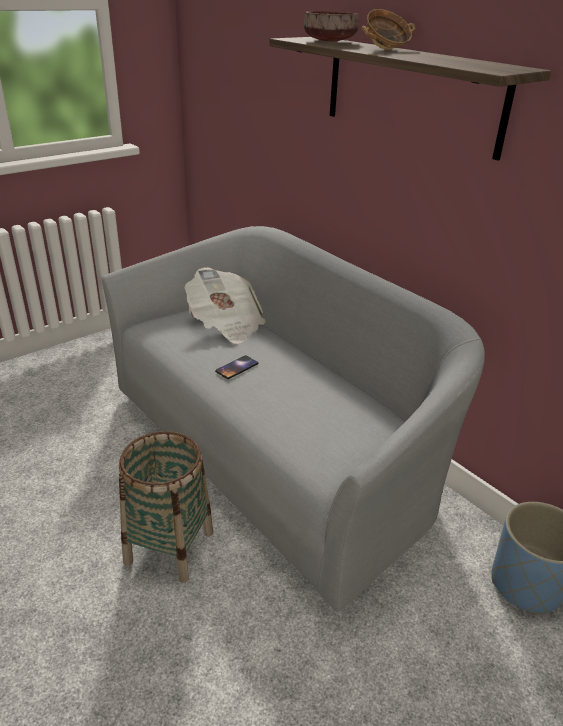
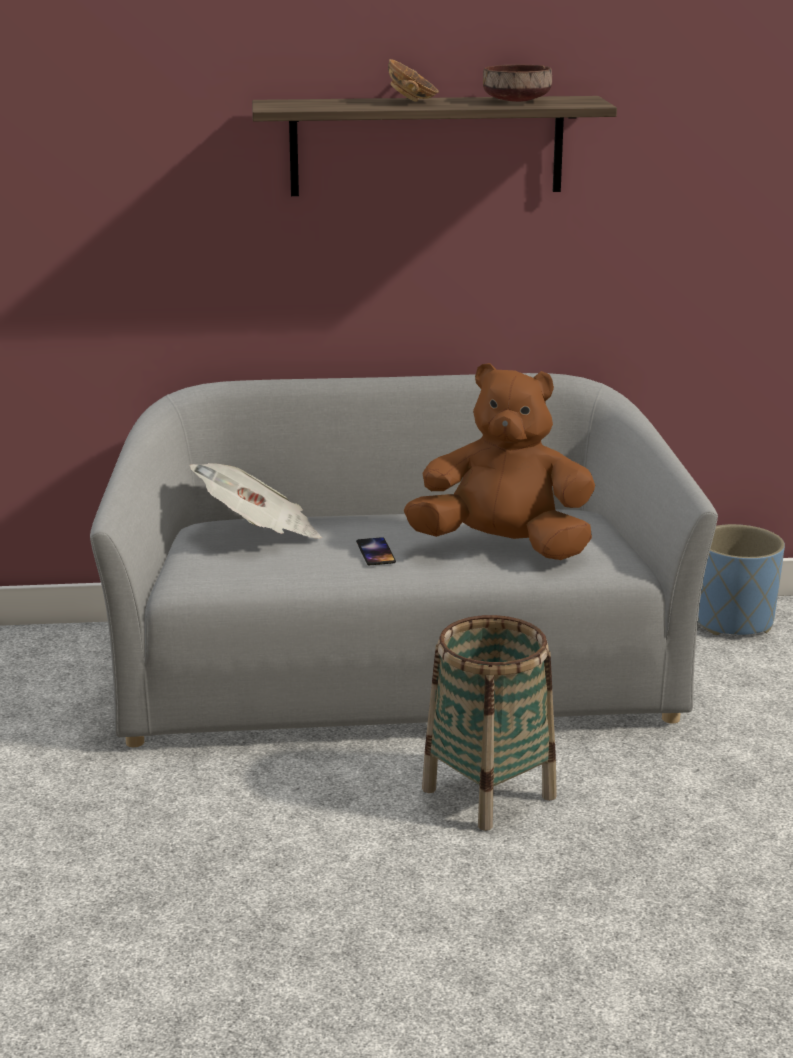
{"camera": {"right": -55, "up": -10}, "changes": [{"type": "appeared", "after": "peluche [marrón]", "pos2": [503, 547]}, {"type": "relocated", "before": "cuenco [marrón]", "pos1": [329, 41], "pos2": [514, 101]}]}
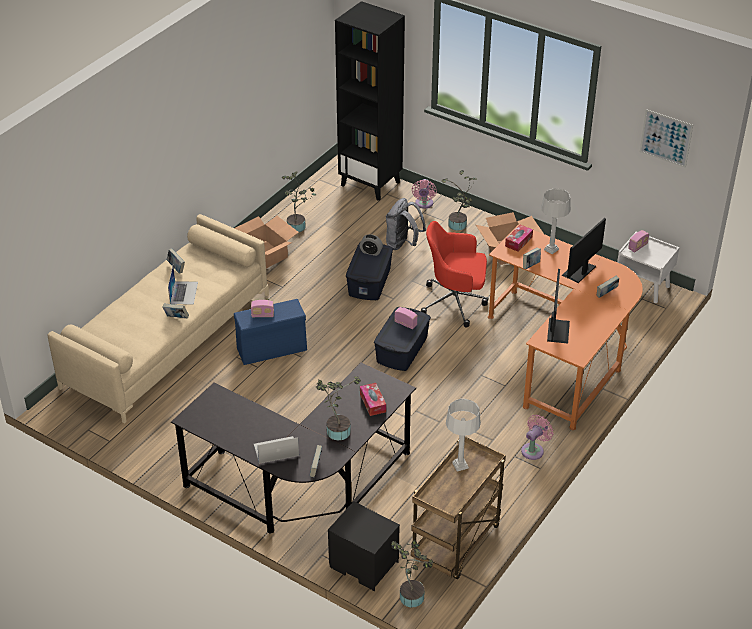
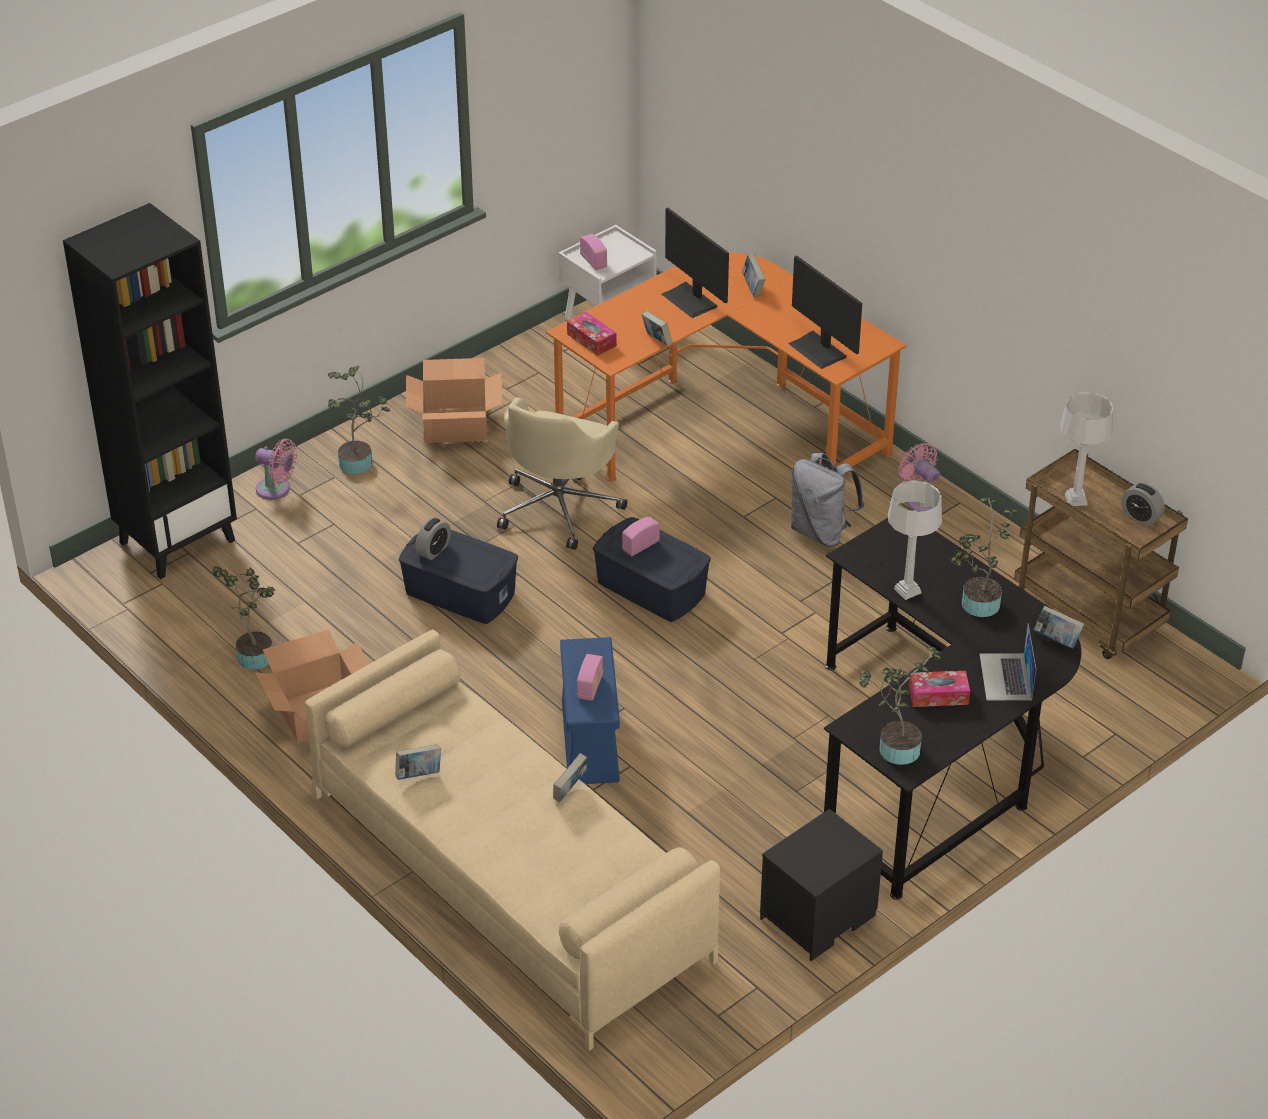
{"camera": {"right": -75, "up": 0}, "changes": [{"type": "colour", "before": "silla de oficina [rojo]", "after": "silla de oficina [beis]", "pos1": [455, 302], "pos2": [559, 507]}, {"type": "relocated", "before": "mesita de noche [negro]", "pos1": [362, 565], "pos2": [818, 919]}, {"type": "spun", "before": "monitor", "pos1": [557, 330], "pos2": [818, 350], "turn": -150}, {"type": "relocated", "before": "mochila [gris]", "pos1": [403, 244], "pos2": [821, 532]}, {"type": "relocated", "before": "planta en maceta", "pos1": [412, 594], "pos2": [894, 749]}, {"type": "relocated", "before": "lámpara de mesa [gris]", "pos1": [551, 249], "pos2": [908, 590]}, {"type": "relocated", "before": "caja de pañuelos", "pos1": [373, 403], "pos2": [938, 695]}, {"type": "appeared", "after": "despertador", "pos2": [1140, 517]}, {"type": "missing", "before": "portátil", "pos1": [184, 292]}, {"type": "missing", "before": "cuadro", "pos1": [666, 138]}]}
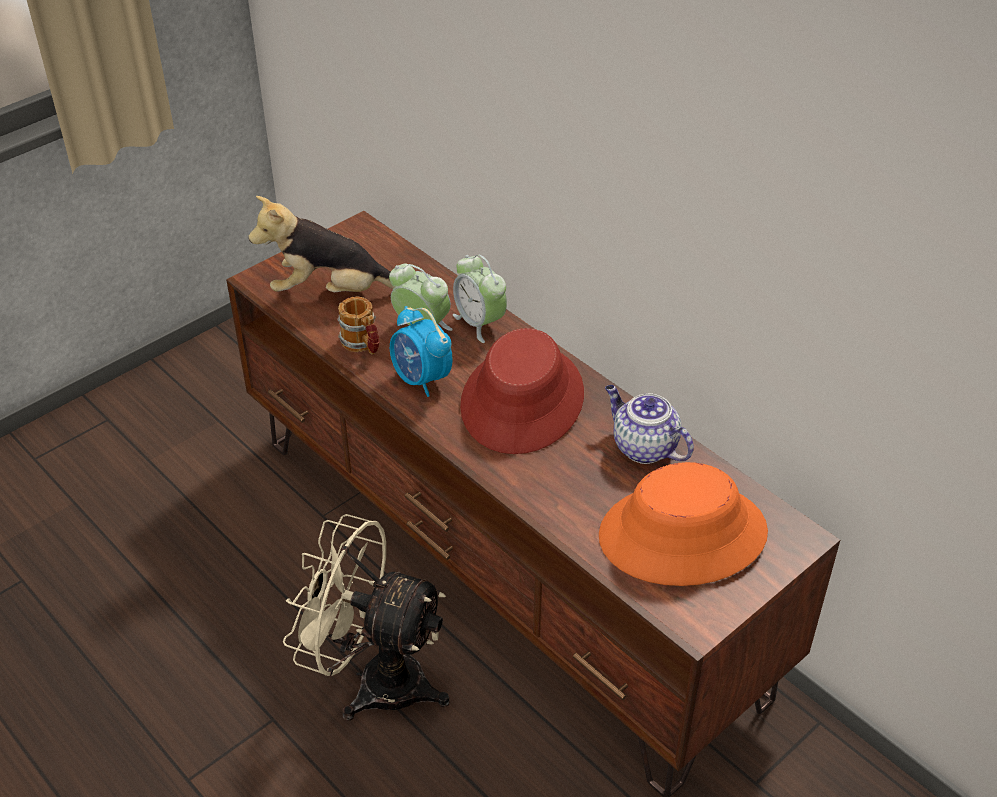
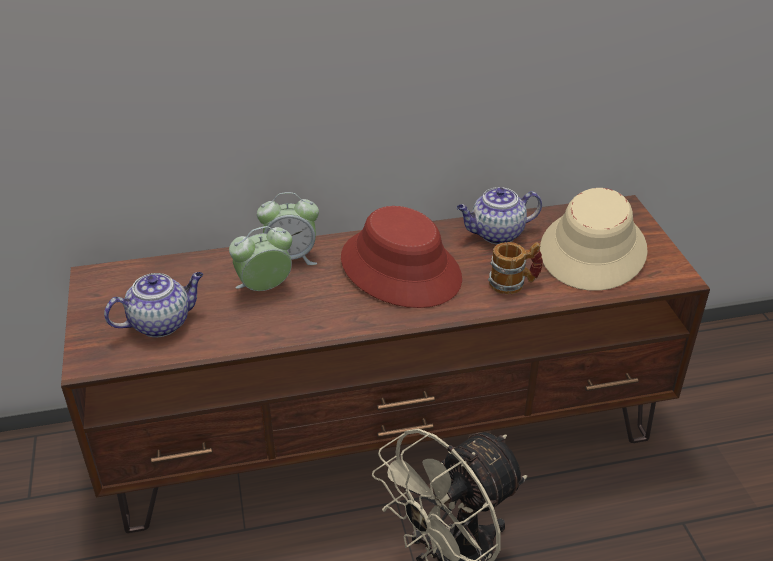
{"camera": {"right": -60, "up": -5}, "changes": [{"type": "exchanged", "before": "peluche", "after": "tetera", "pos1": [331, 292], "pos2": [161, 323]}, {"type": "relocated", "before": "taza grande", "pos1": [363, 345], "pos2": [513, 283]}, {"type": "colour", "before": "sombrero [naranja]", "after": "sombrero [beis]", "pos1": [682, 535], "pos2": [593, 251]}, {"type": "missing", "before": "despertador", "pos1": [421, 379]}]}
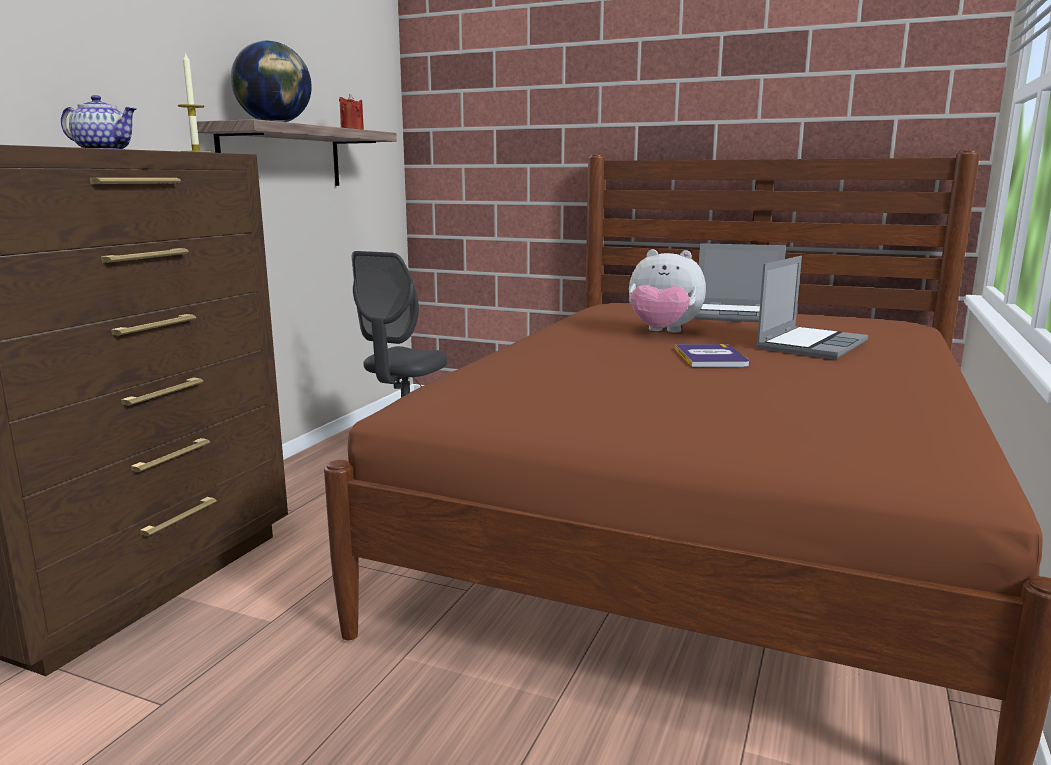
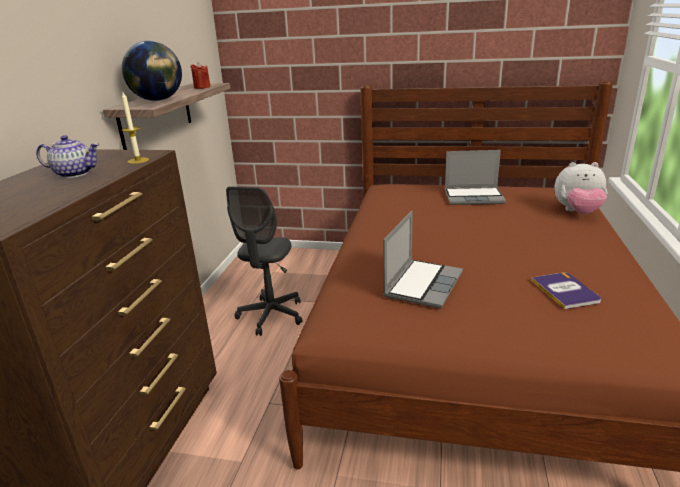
{"camera": {"right": -10, "up": 10}, "changes": [{"type": "relocated", "before": "portátil", "pos1": [810, 345], "pos2": [422, 284]}, {"type": "relocated", "before": "libro", "pos1": [710, 357], "pos2": [565, 291]}, {"type": "relocated", "before": "peluche", "pos1": [662, 332], "pos2": [577, 212]}]}
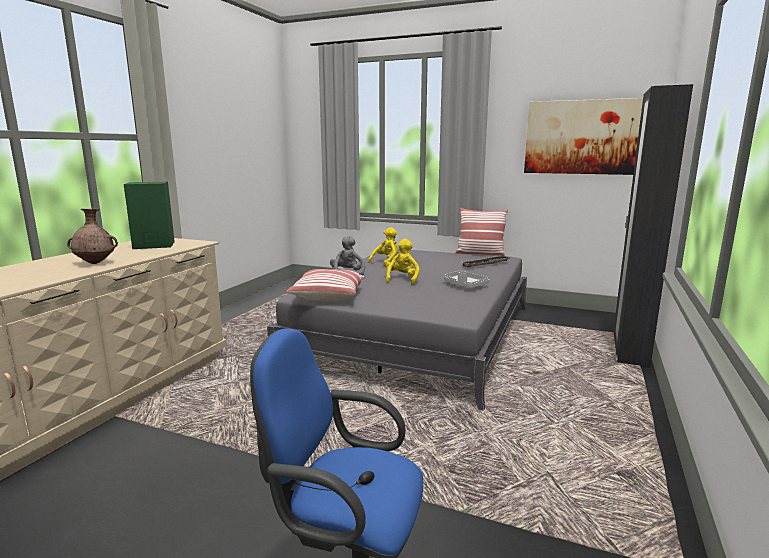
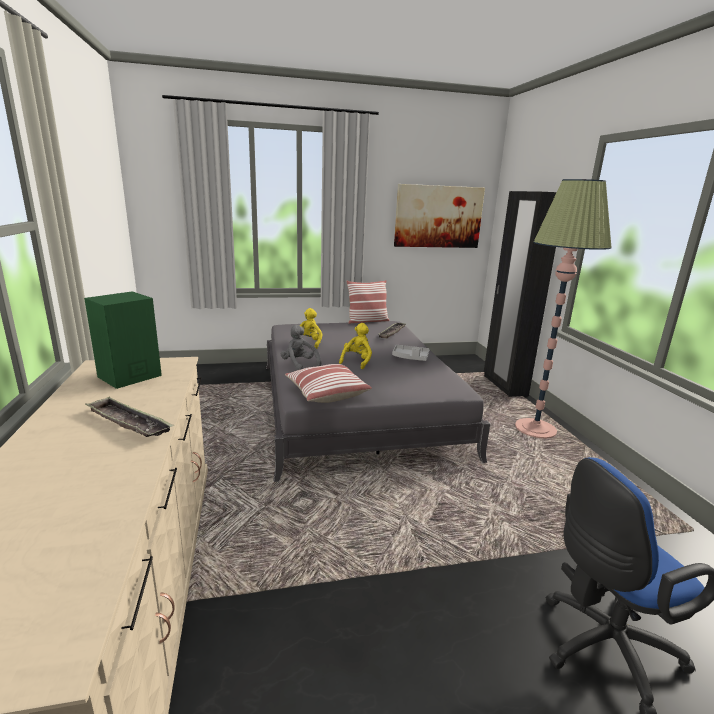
{"camera": {"right": -35, "up": 5}, "changes": [{"type": "exchanged", "before": "florero [marrón]", "after": "bandeja", "pos1": [96, 263], "pos2": [129, 422]}, {"type": "spun", "before": "peluche [amarillo]", "pos1": [402, 280], "pos2": [357, 361], "turn": 45}, {"type": "appeared", "after": "lámpara de pie", "pos2": [535, 429]}]}
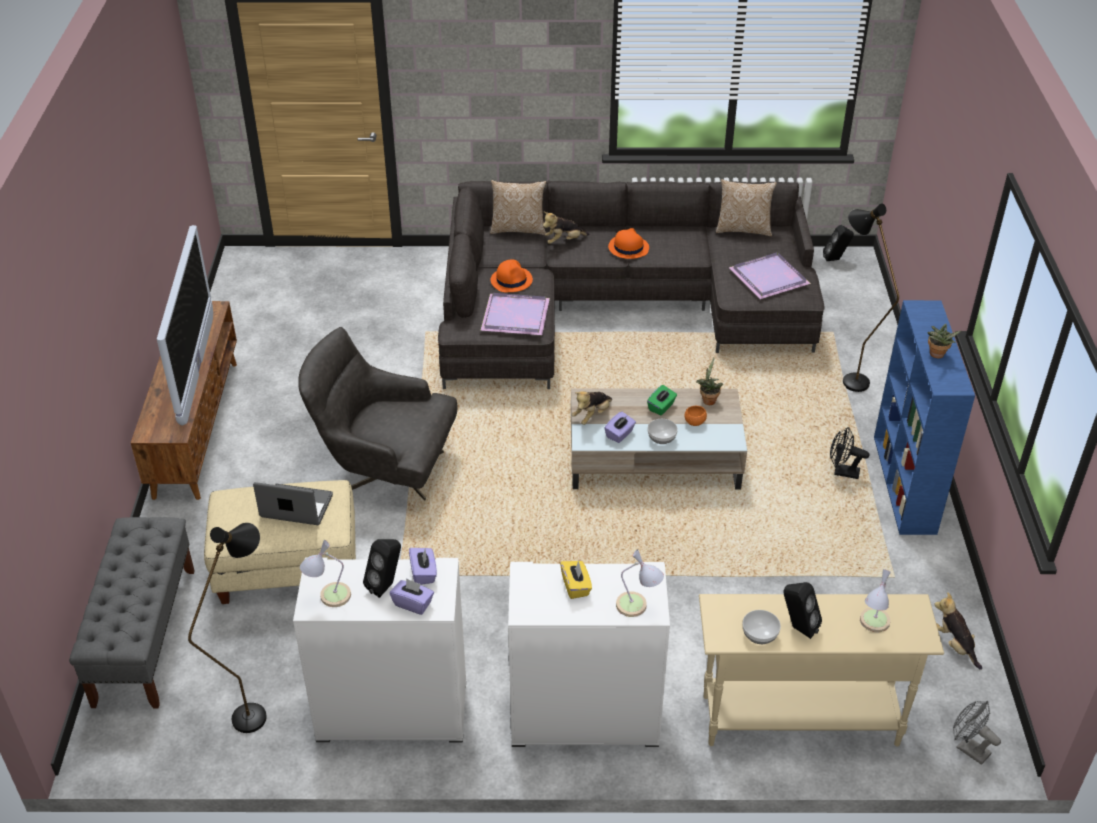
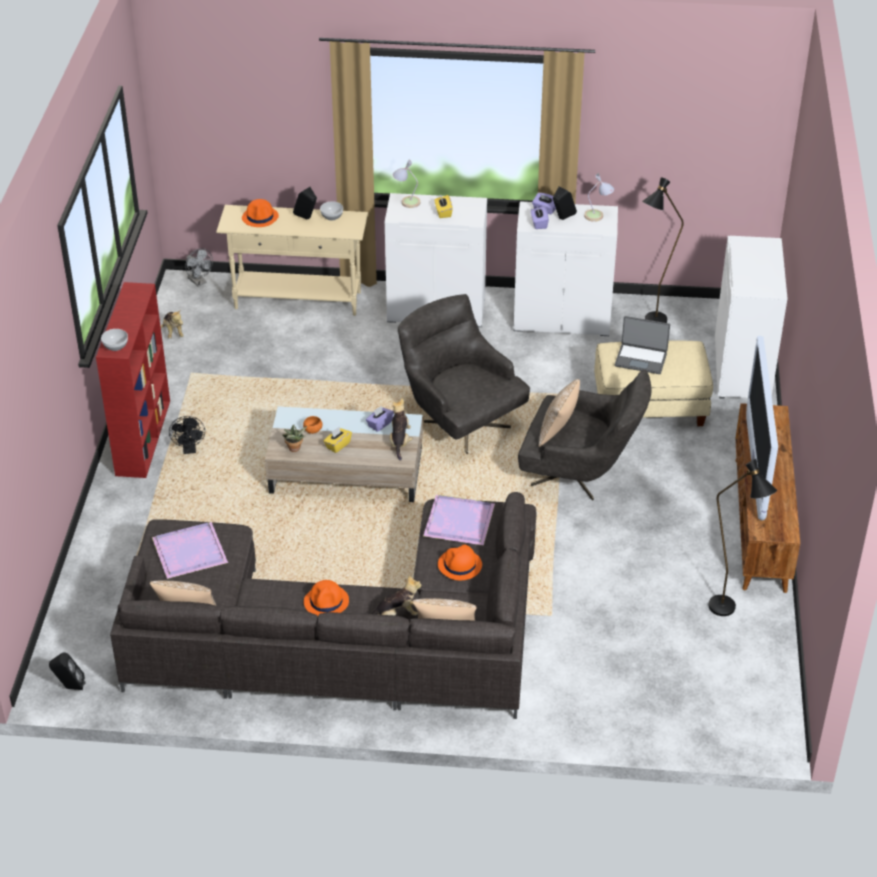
{"camera": {"right": -175, "up": 0}, "changes": [{"type": "colour", "before": "estantería [azul]", "after": "estantería [rojo]", "pos1": [905, 485], "pos2": [143, 436]}, {"type": "relocated", "before": "cuenco", "pos1": [661, 438], "pos2": [116, 346]}, {"type": "spun", "before": "ventilador [negro]", "pos1": [842, 472], "pos2": [189, 450], "turn": 60}, {"type": "exchanged", "before": "lámpara de mesa", "after": "sombrero [naranja]", "pos1": [872, 625], "pos2": [260, 217]}, {"type": "colour", "before": "caja de pañuelos [verde]", "after": "caja de pañuelos [amarillo]", "pos1": [661, 407], "pos2": [337, 445]}, {"type": "spun", "before": "peluche", "pos1": [592, 415], "pos2": [400, 441], "turn": -45}, {"type": "appeared", "after": "sillón [gris]", "pos2": [460, 420]}, {"type": "appeared", "after": "cojín", "pos2": [558, 432]}, {"type": "relocated", "before": "lámpara de pie [negro]", "pos1": [848, 378], "pos2": [728, 612]}, {"type": "exchanged", "before": "banco [gris]", "after": "armario [blanco]", "pos1": [145, 635], "pos2": [743, 368]}, {"type": "missing", "before": "planta en maceta", "pos1": [936, 355]}]}
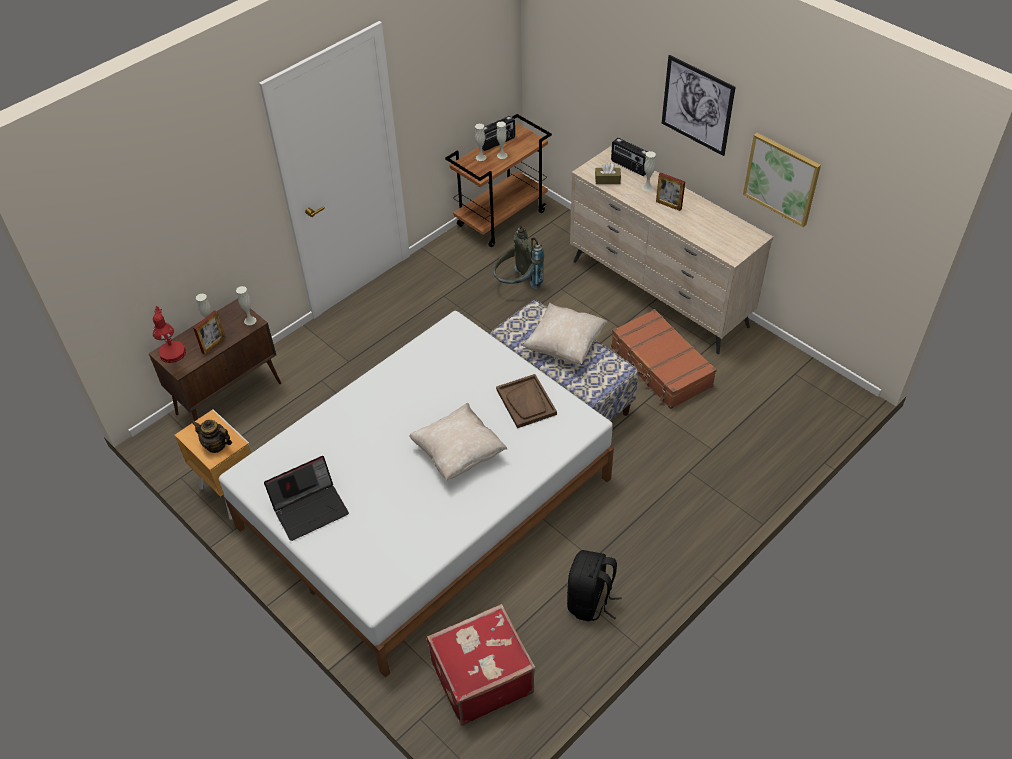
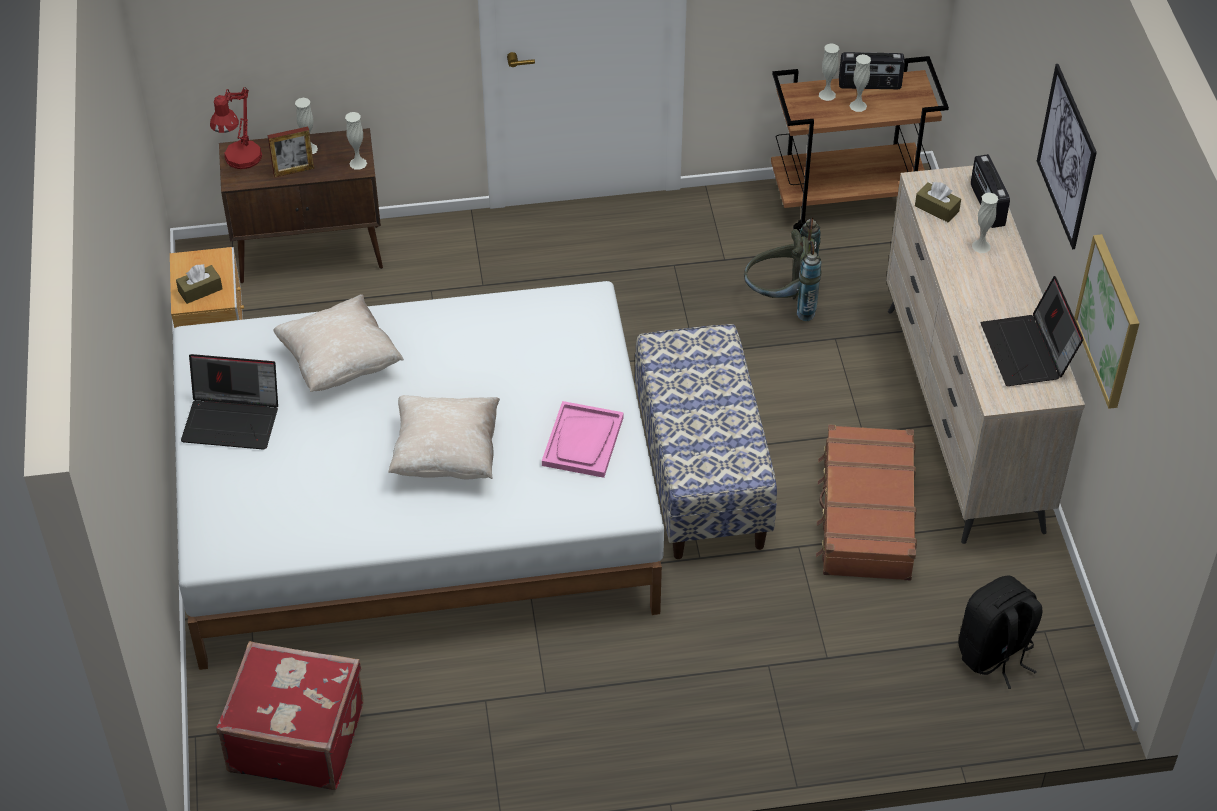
{"camera": {"right": 35, "up": 0}, "changes": [{"type": "exchanged", "before": "tetera", "after": "caja de pañuelos [marrón]", "pos1": [216, 445], "pos2": [200, 290]}, {"type": "relocated", "before": "cojín [beis]", "pos1": [565, 346], "pos2": [340, 363]}, {"type": "colour", "before": "bandeja [marrón]", "after": "bandeja [rosa]", "pos1": [526, 402], "pos2": [583, 441]}, {"type": "relocated", "before": "mochila [negro]", "pos1": [590, 601], "pos2": [995, 654]}, {"type": "appeared", "after": "portátil", "pos2": [1028, 352]}, {"type": "missing", "before": "portarretratos", "pos1": [668, 205]}]}
